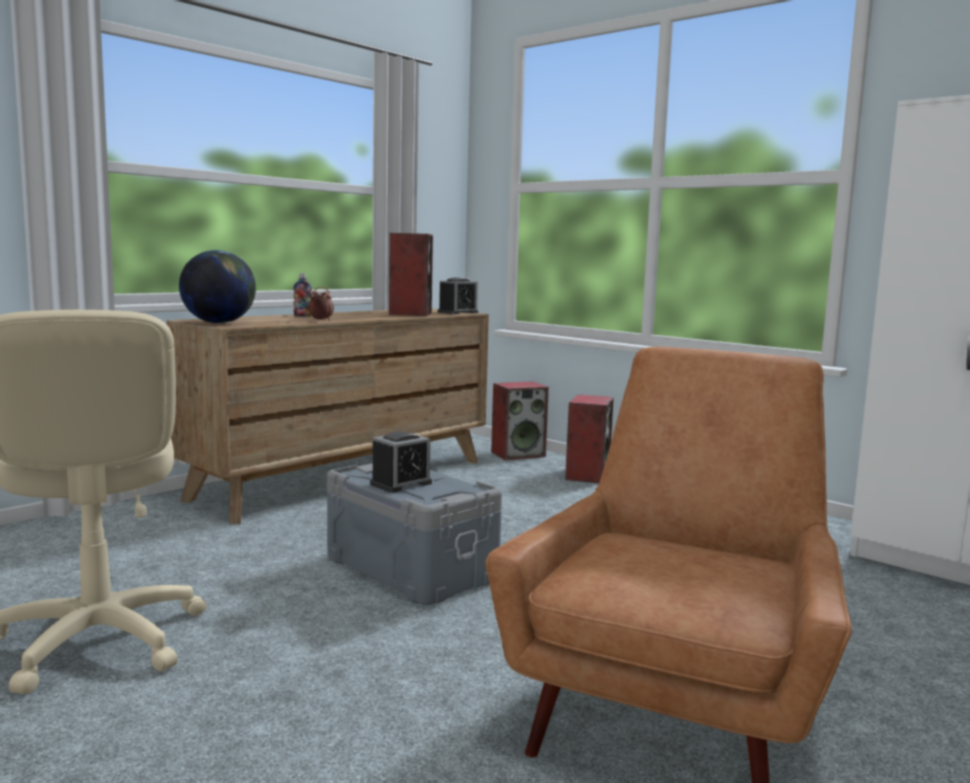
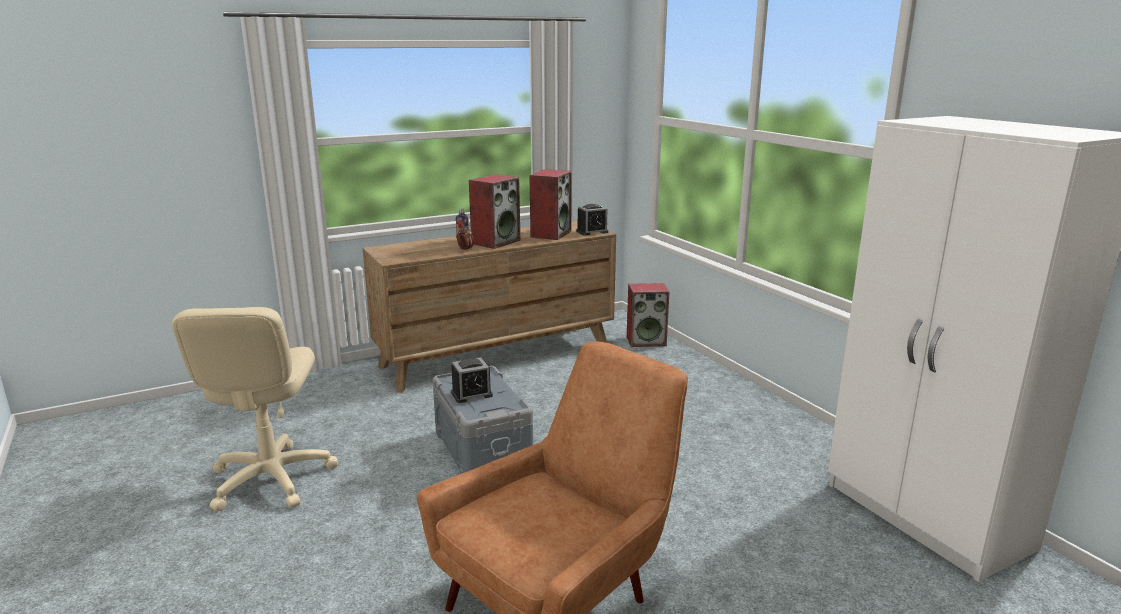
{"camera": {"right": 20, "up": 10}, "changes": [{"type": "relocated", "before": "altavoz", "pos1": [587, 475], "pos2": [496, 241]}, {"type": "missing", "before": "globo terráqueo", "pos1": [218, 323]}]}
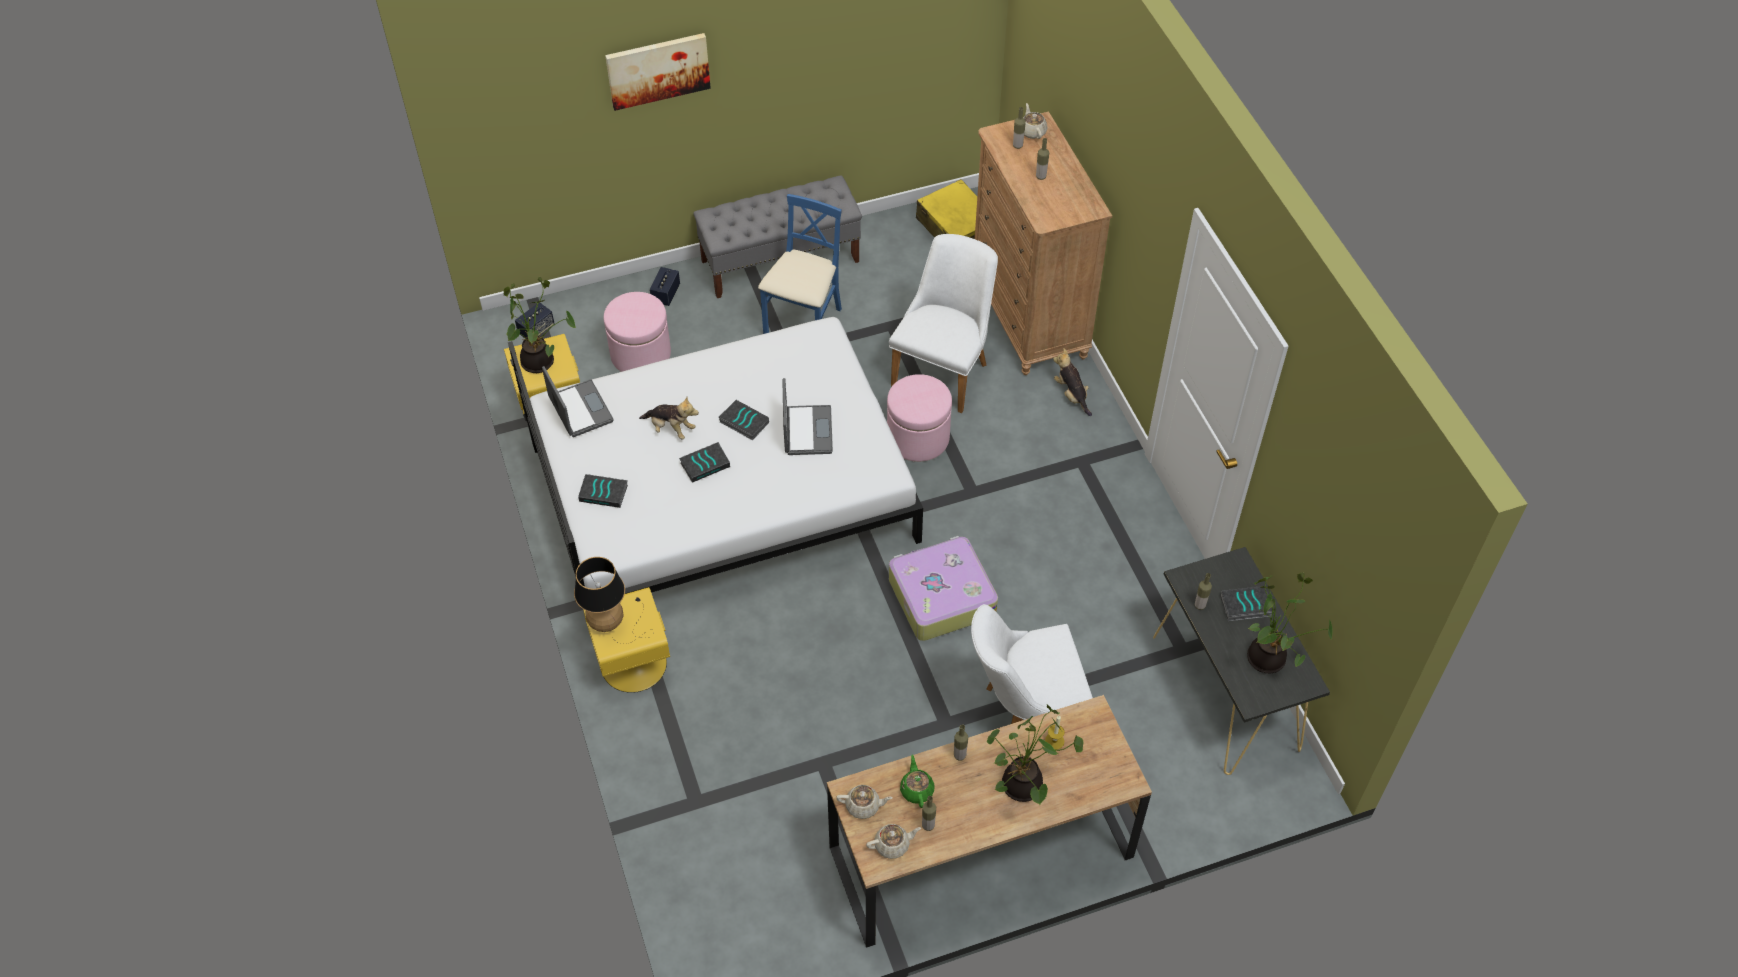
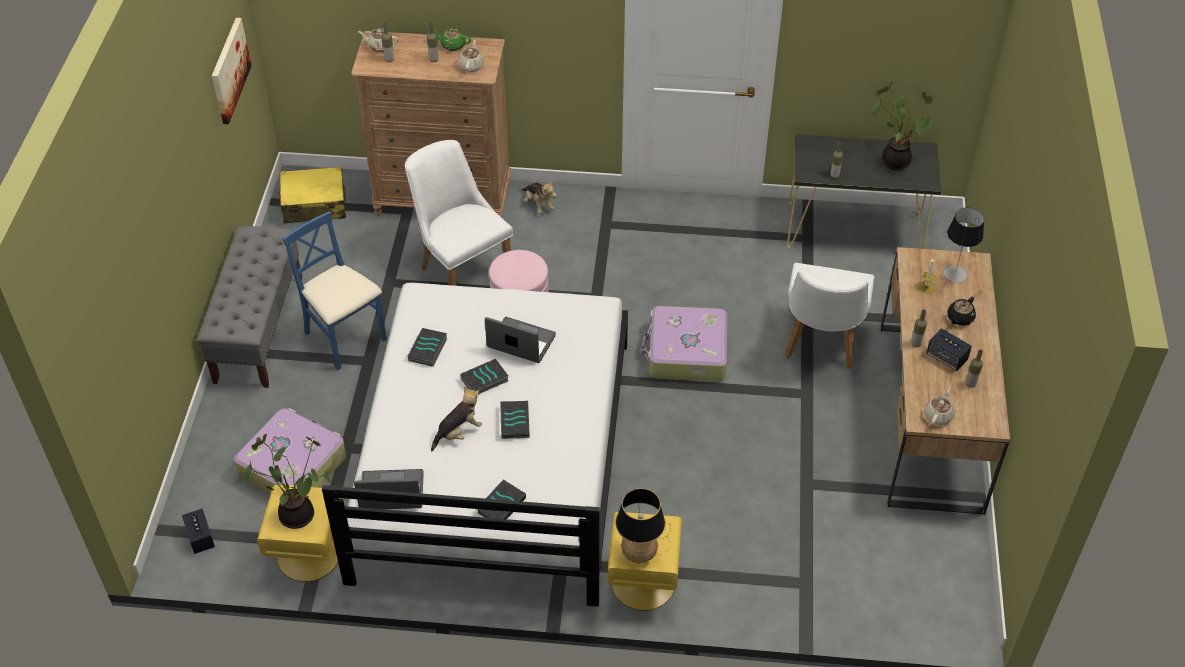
{"camera": {"right": -65, "up": -5}, "changes": [{"type": "relocated", "before": "cuadro", "pos1": [658, 70], "pos2": [229, 70]}, {"type": "exchanged", "before": "puf [rosa]", "after": "maleta", "pos1": [640, 354], "pos2": [293, 465]}, {"type": "relocated", "before": "libro", "pos1": [1245, 606], "pos2": [428, 350]}, {"type": "relocated", "before": "tetera [verde]", "pos1": [917, 789], "pos2": [452, 45]}, {"type": "relocated", "before": "tetera [beis]", "pos1": [892, 845], "pos2": [471, 65]}, {"type": "spun", "before": "peluche", "pos1": [1071, 395], "pos2": [538, 204], "turn": -120}, {"type": "relocated", "before": "altavoz", "pos1": [666, 294], "pos2": [946, 358]}, {"type": "appeared", "after": "lámpara de mesa", "pos2": [955, 274]}, {"type": "exchanged", "before": "planta en maceta", "after": "tetera [negro]", "pos1": [1024, 788], "pos2": [959, 318]}]}
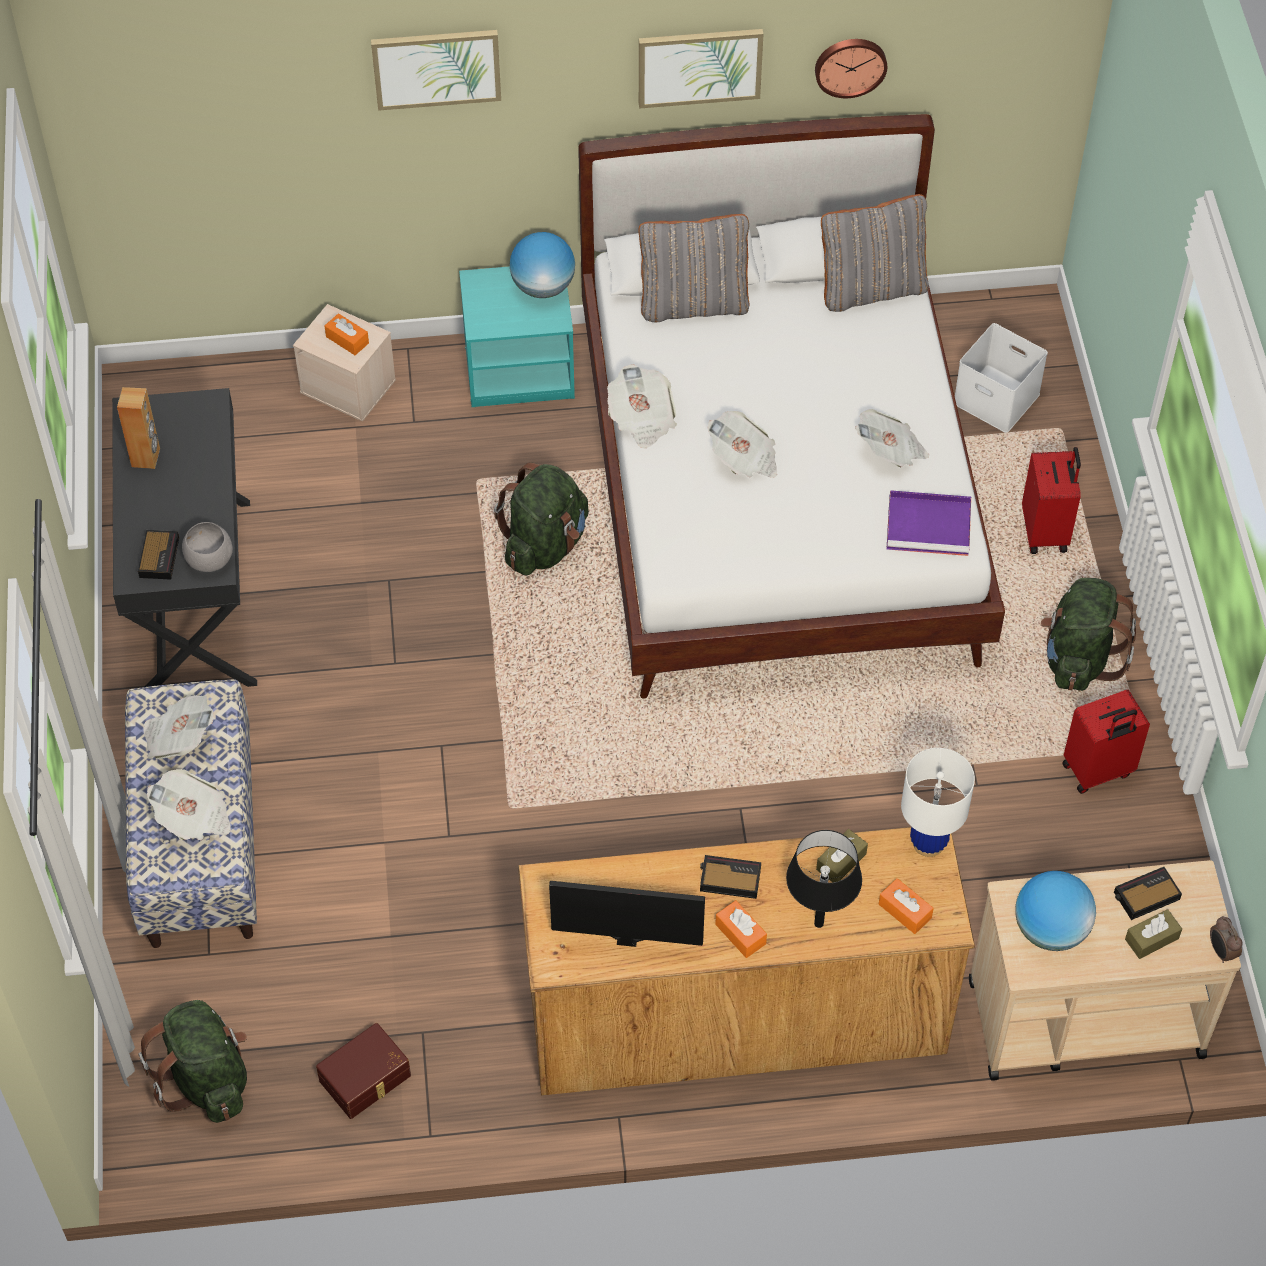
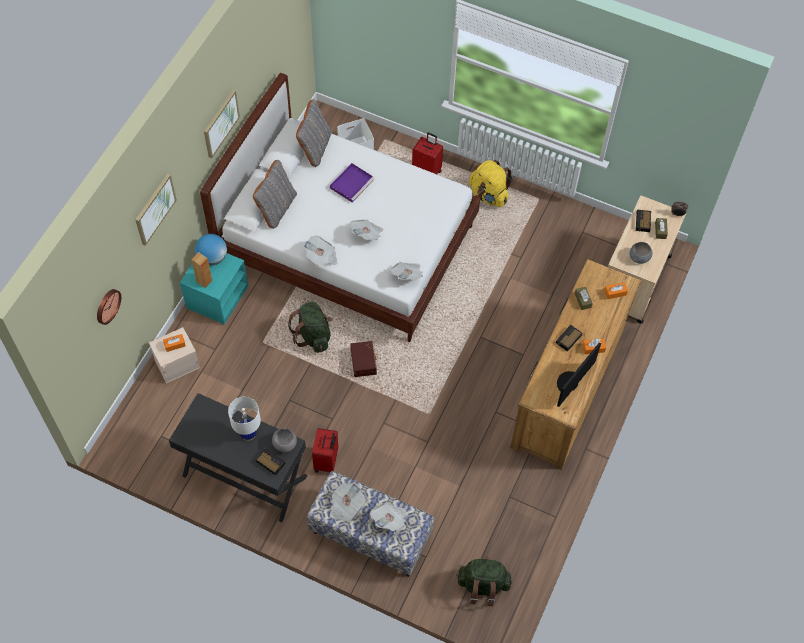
{"camera": {"right": -60, "up": 5}, "changes": [{"type": "relocated", "before": "reloj de pared", "pos1": [850, 65], "pos2": [107, 306]}, {"type": "relocated", "before": "altavoz [marrón]", "pos1": [146, 457], "pos2": [204, 281]}, {"type": "relocated", "before": "lámpara de mesa [blanco]", "pos1": [928, 842], "pos2": [248, 434]}, {"type": "relocated", "before": "maleta [rojo]", "pos1": [1098, 771], "pos2": [327, 461]}, {"type": "relocated", "before": "bandeja [morado]", "pos1": [930, 526], "pos2": [352, 183]}, {"type": "relocated", "before": "caja de almacenaje [marrón]", "pos1": [366, 1079], "pos2": [364, 362]}, {"type": "relocated", "before": "periódico", "pos1": [891, 452], "pos2": [407, 275]}, {"type": "colour", "before": "mochila [verde]", "after": "mochila [amarillo]", "pos1": [1079, 659], "pos2": [489, 195]}, {"type": "exchanged", "before": "globo terráqueo", "after": "cuenco [gris]", "pos1": [1050, 929], "pos2": [639, 257]}, {"type": "missing", "before": "lámpara de mesa [negro]", "pos1": [818, 923]}]}
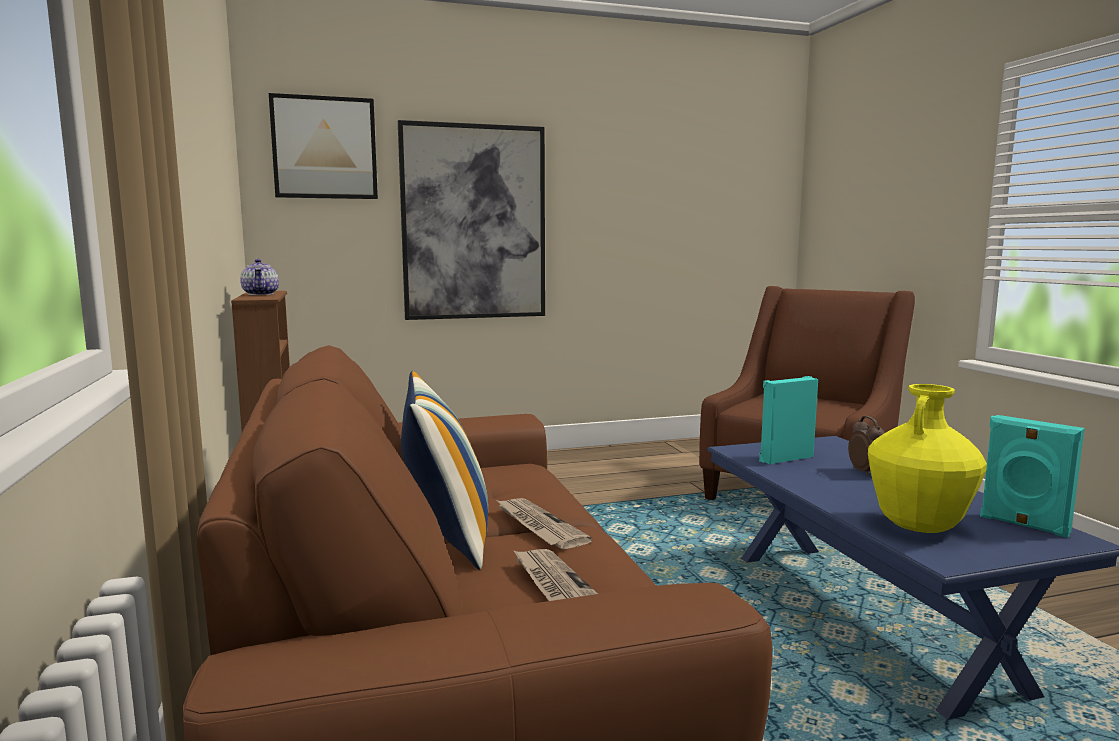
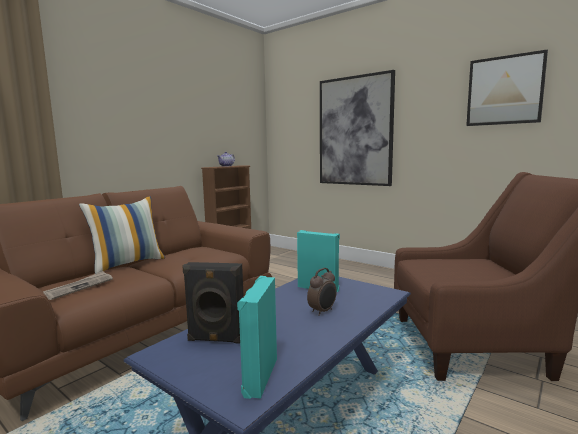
{"camera": {"right": 55, "up": 0}, "changes": [{"type": "exchanged", "before": "florero [amarillo]", "after": "altavoz [negro]", "pos1": [919, 526], "pos2": [216, 340]}, {"type": "relocated", "before": "cuadro", "pos1": [324, 148], "pos2": [504, 90]}, {"type": "missing", "before": "periódico", "pos1": [538, 526]}]}
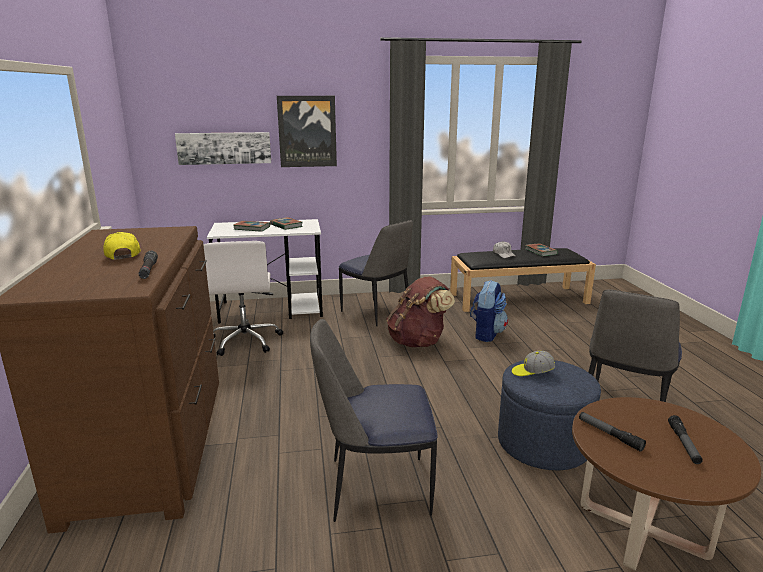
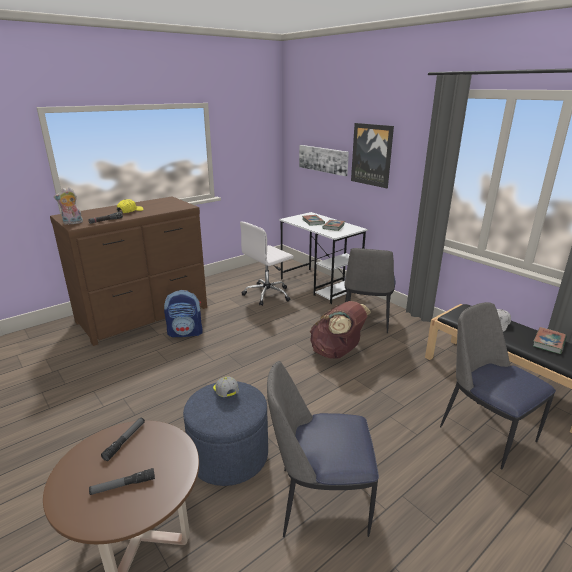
{"camera": {"right": 60, "up": 5}, "changes": [{"type": "appeared", "after": "peluche", "pos2": [72, 223]}, {"type": "relocated", "before": "mochila", "pos1": [486, 334], "pos2": [186, 333]}, {"type": "relocated", "before": "silla", "pos1": [375, 487], "pos2": [485, 431]}]}
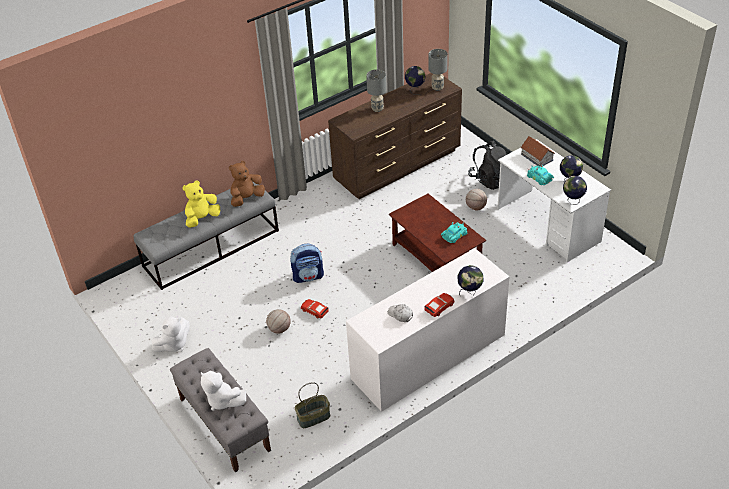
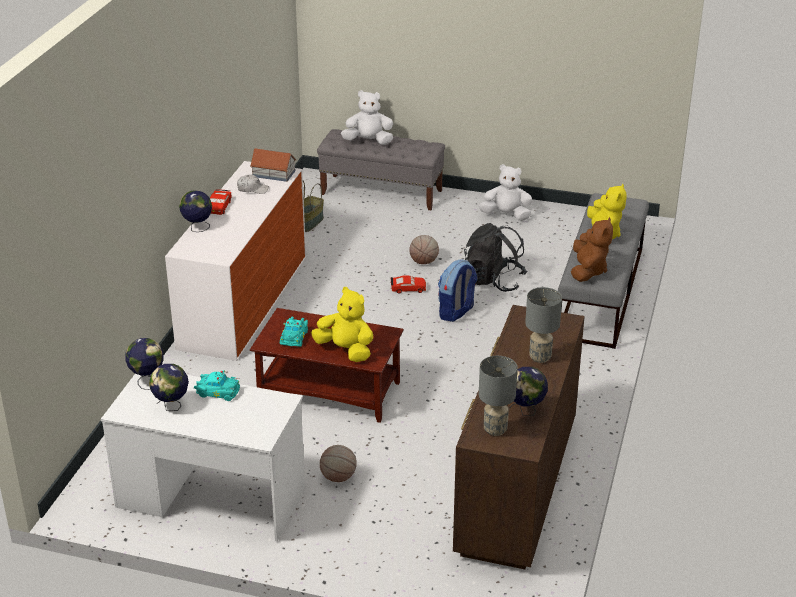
{"camera": {"right": 140, "up": -10}, "changes": [{"type": "relocated", "before": "casita", "pos1": [537, 157], "pos2": [273, 173]}, {"type": "appeared", "after": "peluche [amarillo]", "pos2": [346, 350]}, {"type": "relocated", "before": "mochila [negro]", "pos1": [490, 179], "pos2": [493, 281]}, {"type": "spun", "before": "peluche [blanco]", "pos1": [174, 344], "pos2": [506, 215], "turn": 90}]}
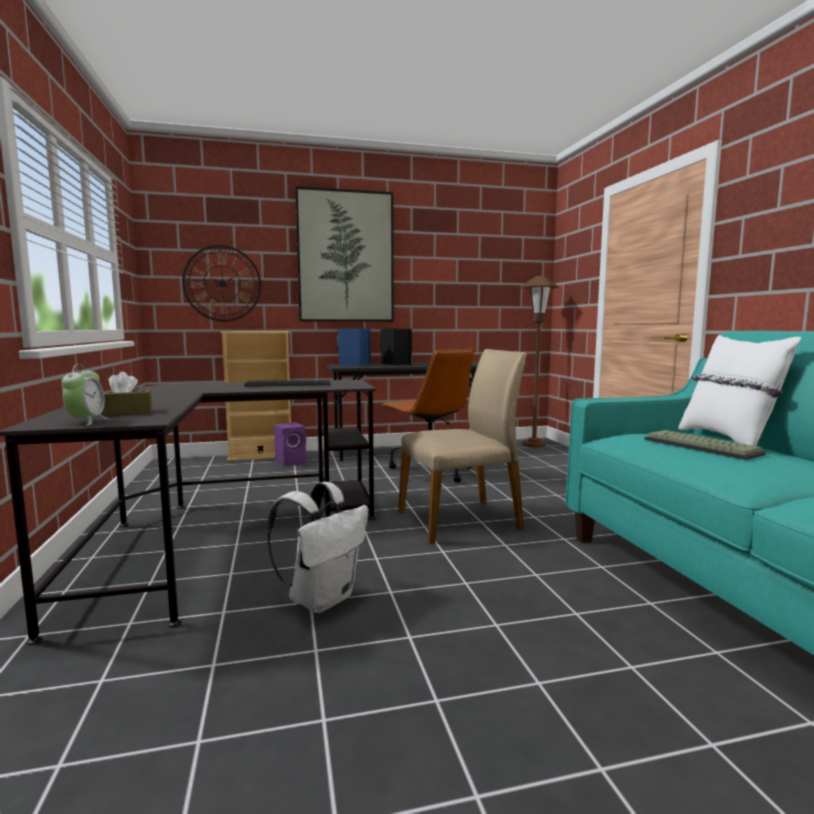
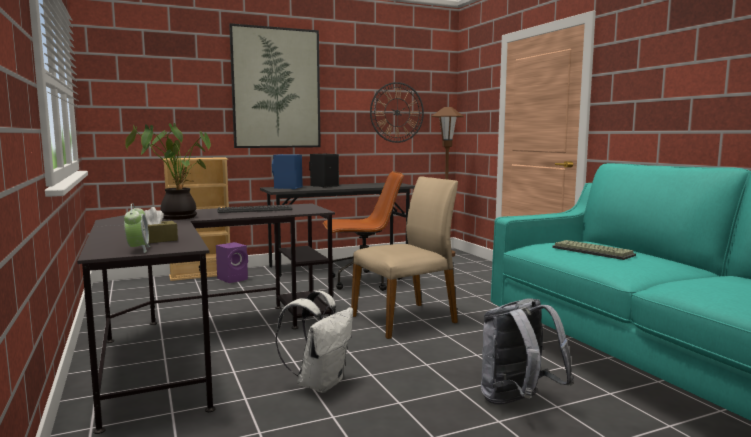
{"camera": {"right": -10, "up": 0}, "changes": [{"type": "appeared", "after": "planta en maceta", "pos2": [177, 217]}, {"type": "spun", "before": "silla de oficina [marrón]", "pos1": [429, 471], "pos2": [363, 282], "turn": -60}, {"type": "relocated", "before": "reloj de pared", "pos1": [222, 283], "pos2": [397, 112]}, {"type": "appeared", "after": "mochila [gris]", "pos2": [518, 402]}, {"type": "missing", "before": "cojín [blanco]", "pos1": [728, 439]}]}
